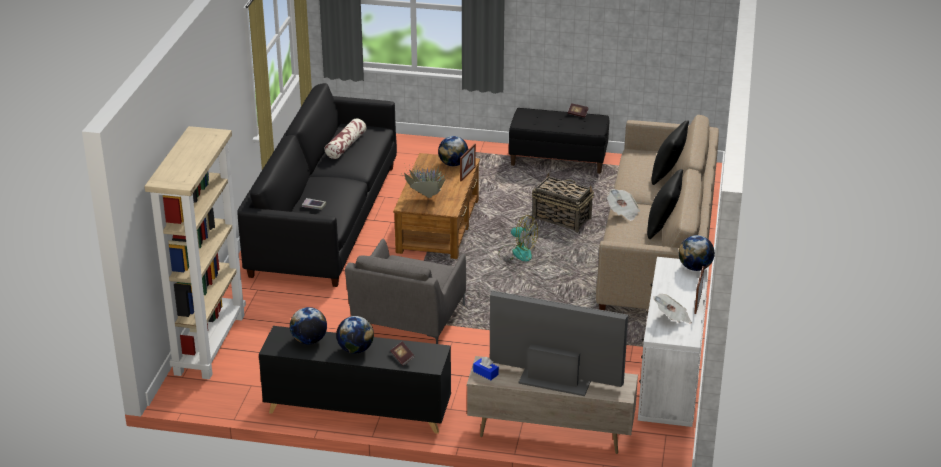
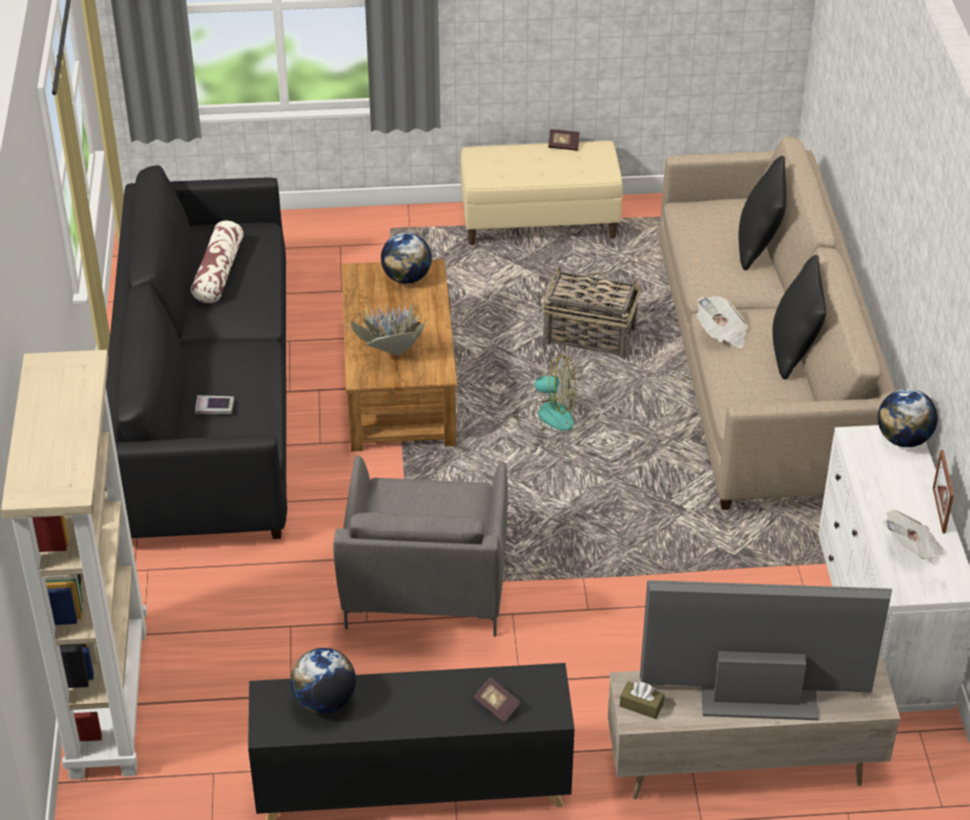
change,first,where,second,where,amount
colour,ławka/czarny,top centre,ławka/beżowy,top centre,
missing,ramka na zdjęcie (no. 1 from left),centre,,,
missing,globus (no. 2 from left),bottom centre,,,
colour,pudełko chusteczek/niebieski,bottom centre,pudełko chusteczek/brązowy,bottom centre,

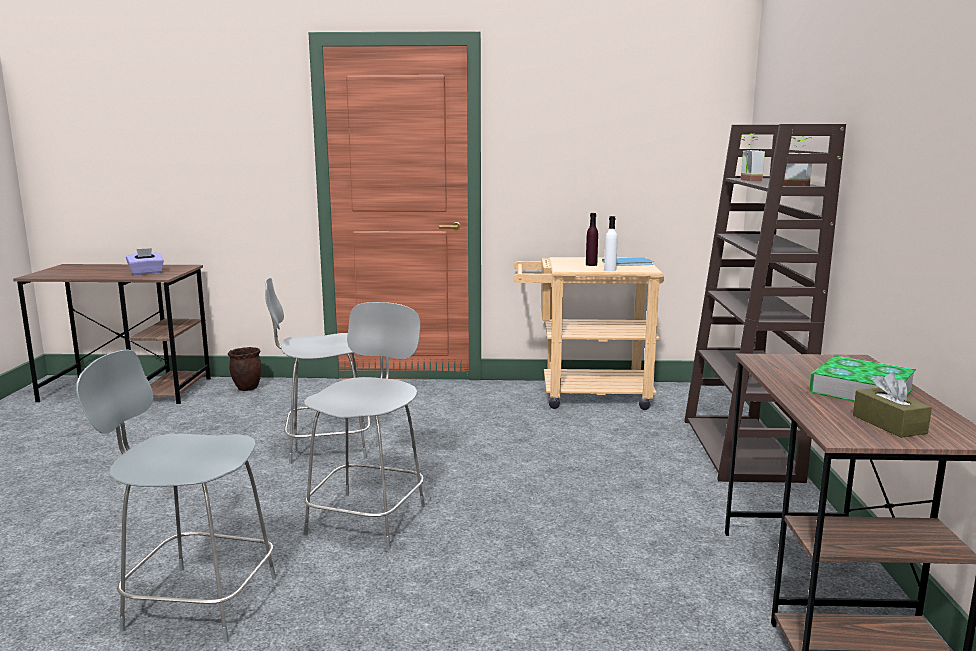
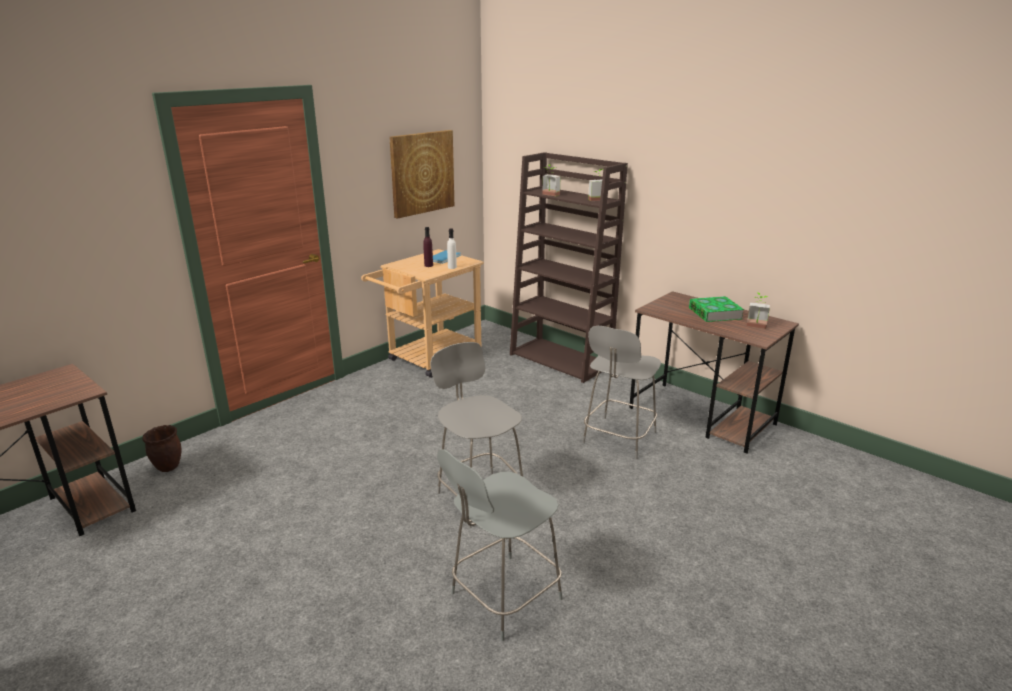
change,first,where,second,where,amount
missing,pudełko chusteczek/fioletowy,middle left,,,
relocated,krzesło/szary (no. 2 from left in the first image),middle left,krzesło/szary (no. 3 from left),centre,
exchanged,pudełko chusteczek/brązowy,middle right,roślina doniczkowa (no. 3 from left),middle right,
appeared,,,obraz,top centre,

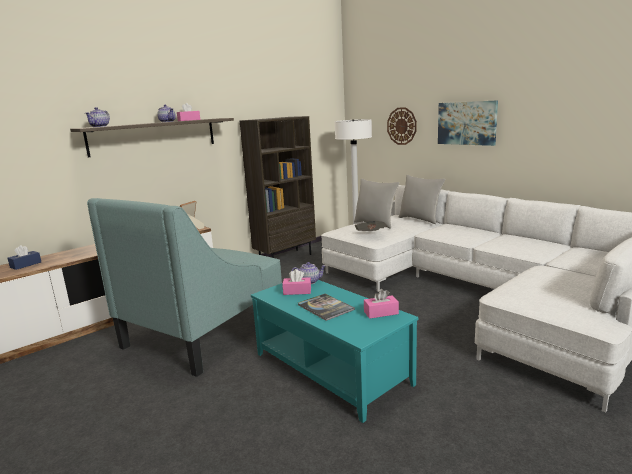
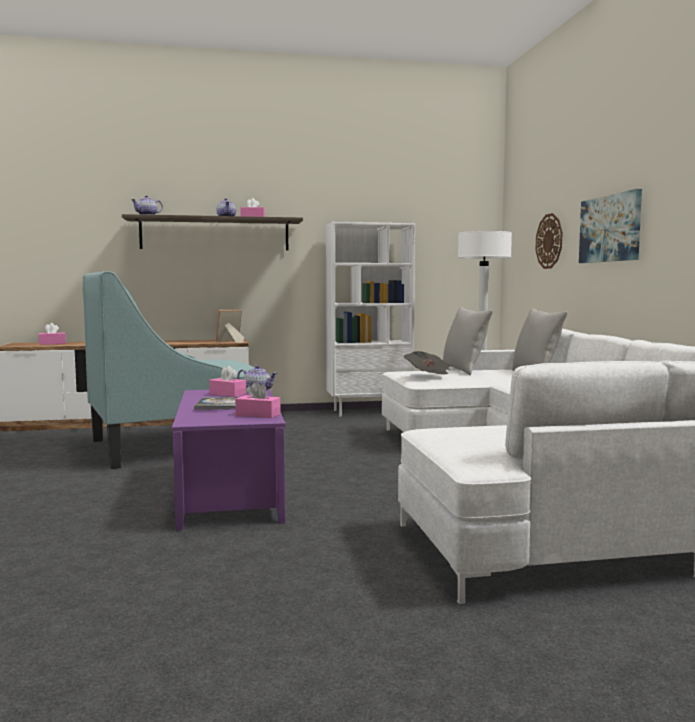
change,first,where,second,where,amount
colour,regał/brązowy,centre,regał/biały,centre,
colour,pudełko chusteczek/niebieski,middle left,pudełko chusteczek/różowy (no. 1 from left),middle left,
colour,ława/turkusowy,bottom centre,ława/fioletowy,middle left,

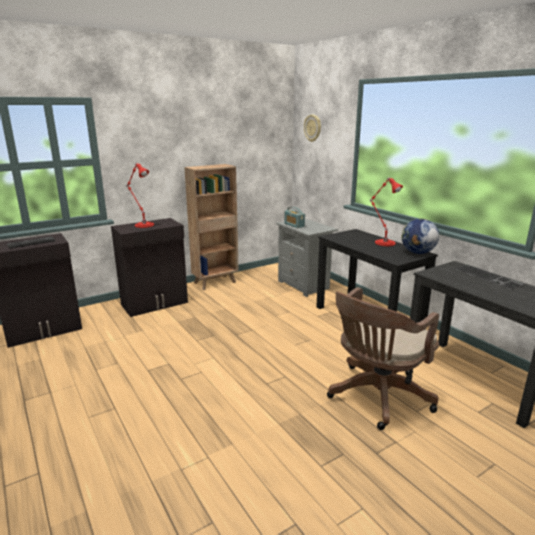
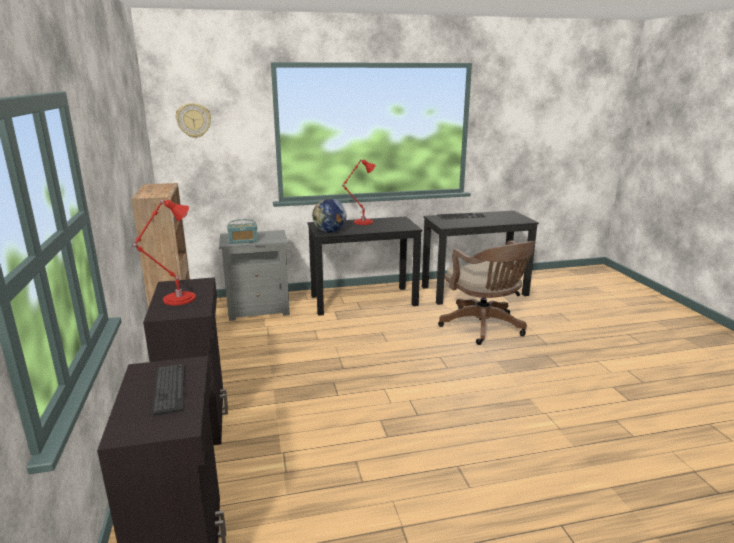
change,first,where,second,where,amount
relocated,globus,middle right,,centre,

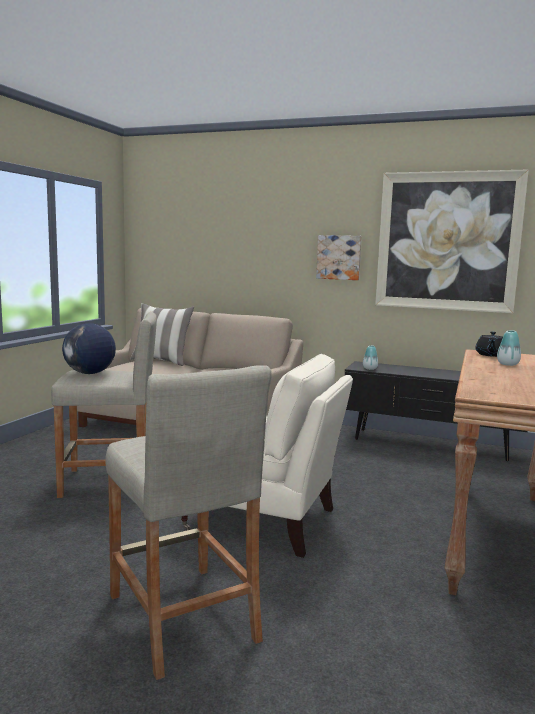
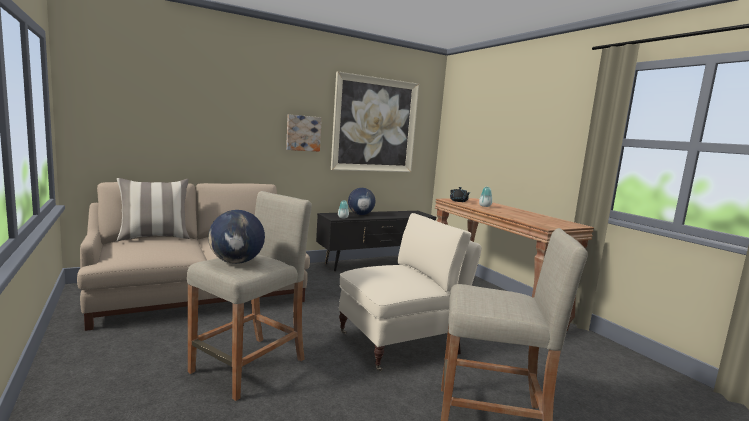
change,first,where,second,where,amount
appeared,,,globus (no. 2 from left),centre,

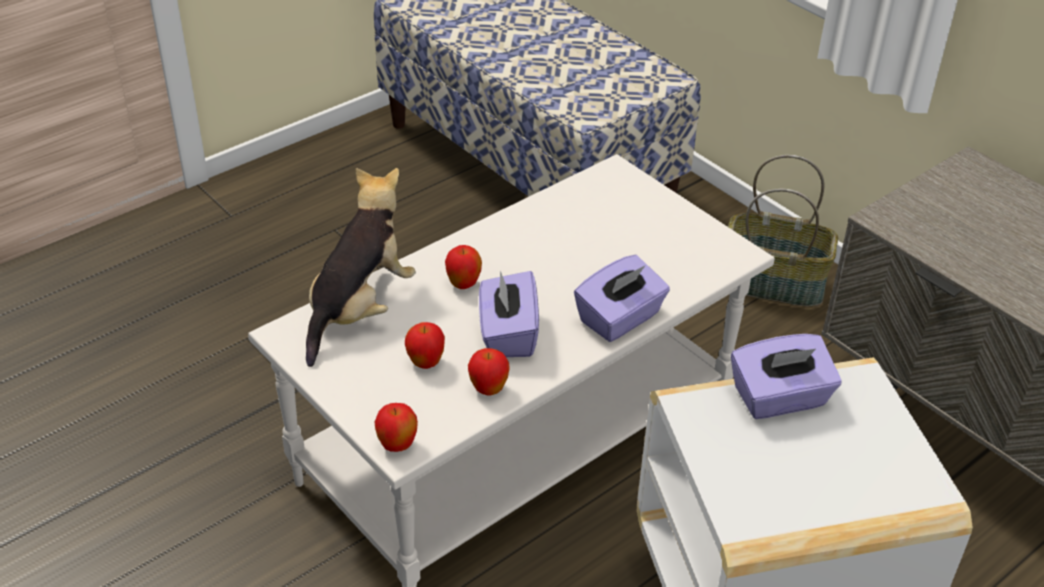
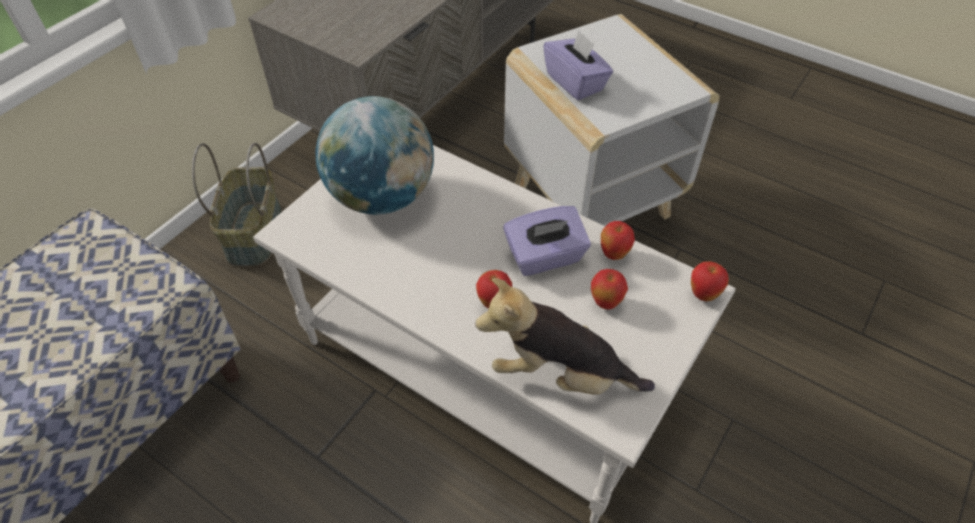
change,first,where,second,where,amount
missing,pudełko chusteczek/fioletowy (no. 2 from left),centre,,,
appeared,,,globus,top centre,

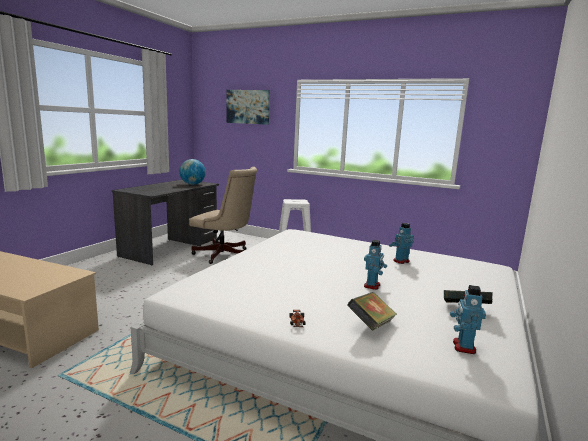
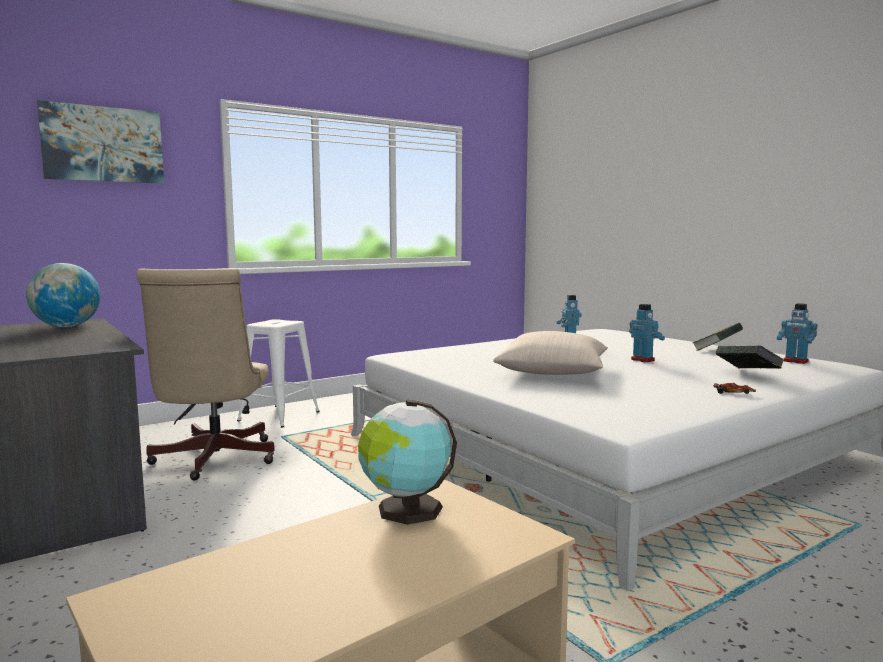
change,first,where,second,where,amount
spun,krzesło biurowe/beżowy,centre,,middle left,120 degrees clockwise
appeared,,,poduszka/beżowy,centre,
appeared,,,globus (no. 2 from left),bottom centre,

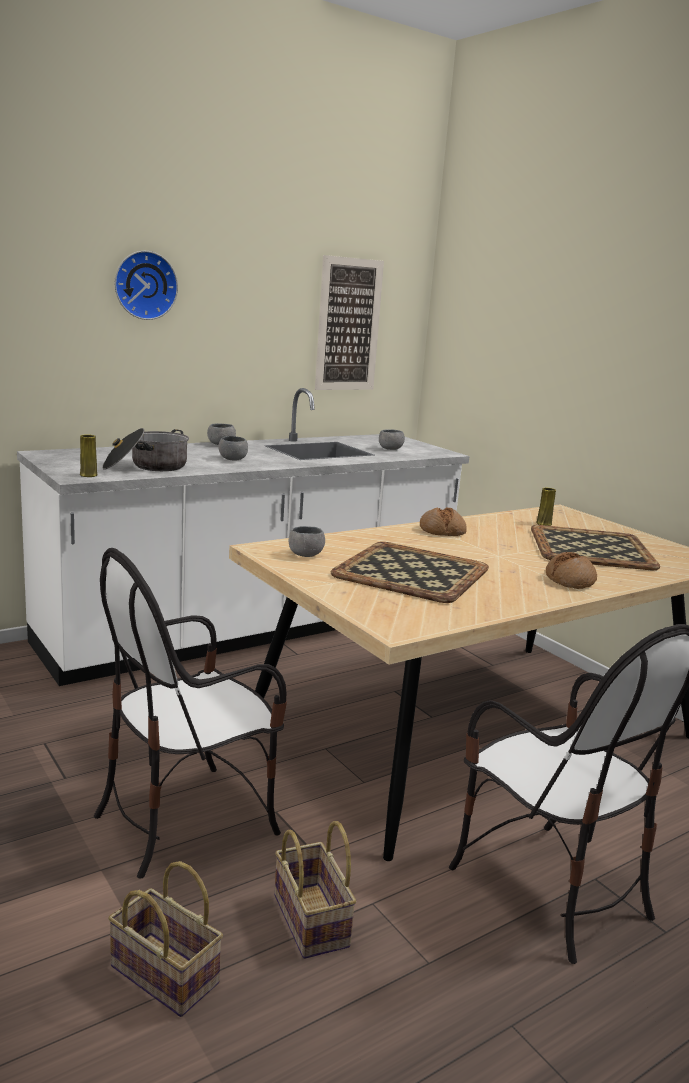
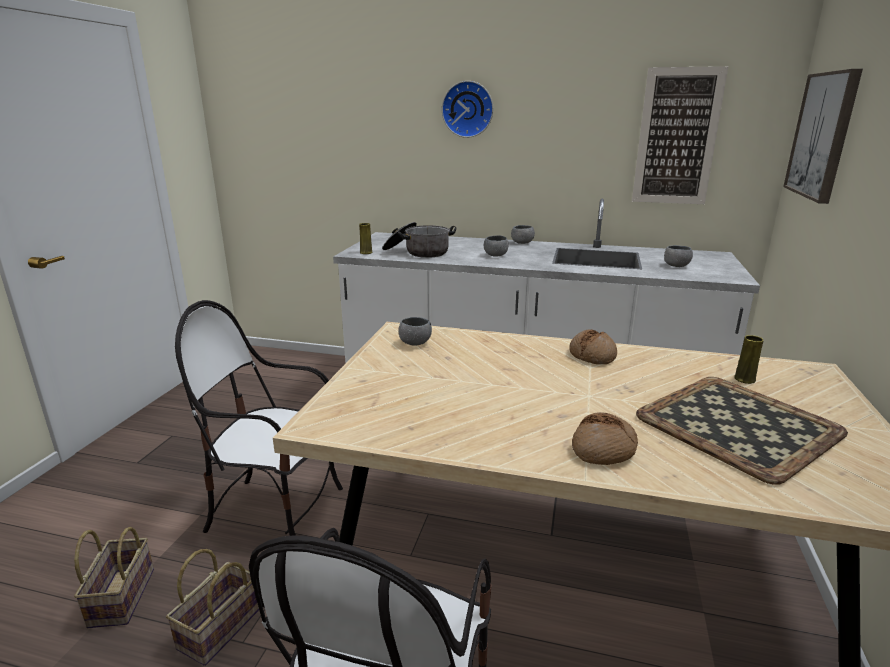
change,first,where,second,where,amount
missing,taca (no. 1 from left),centre,,,
appeared,,,obraz (no. 2 from left),top right,

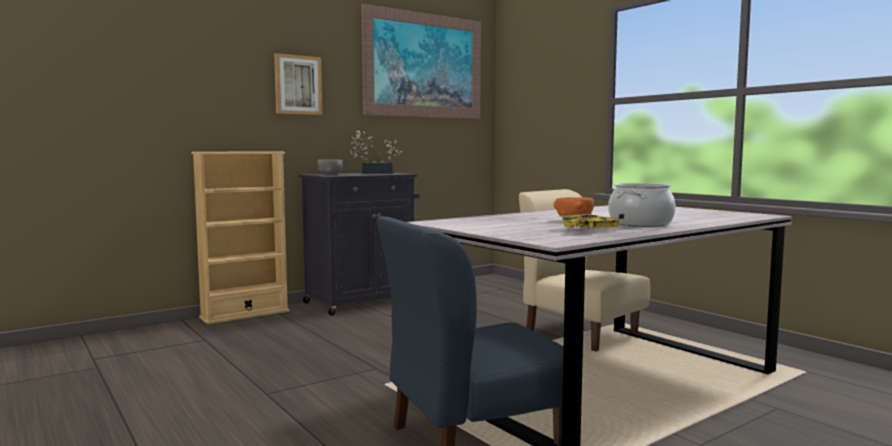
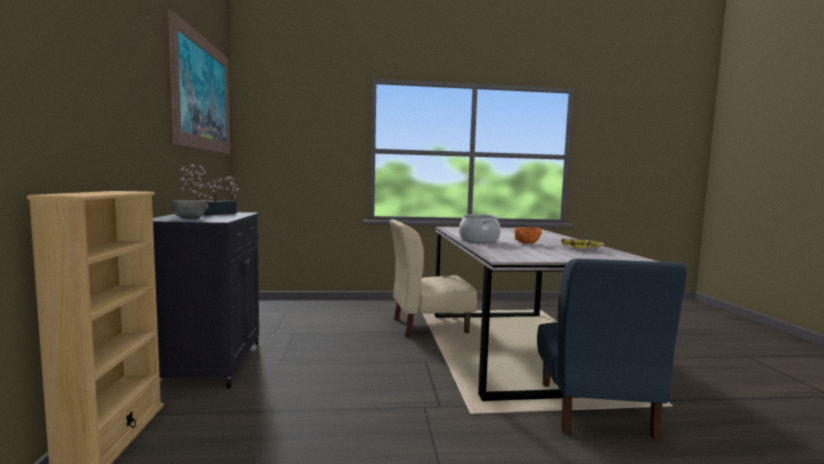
change,first,where,second,where,amount
missing,obraz (no. 1 from left),top centre,,,
relocated,garnek,middle right,,centre,

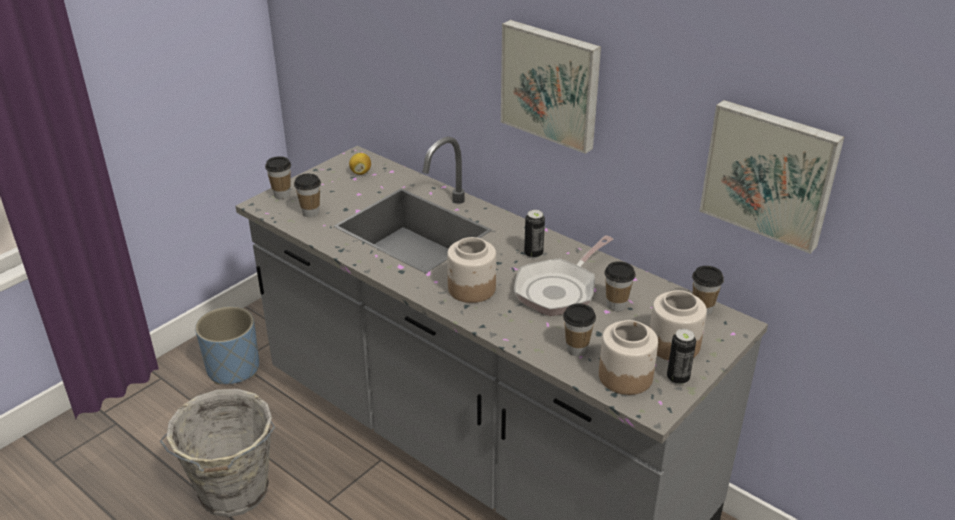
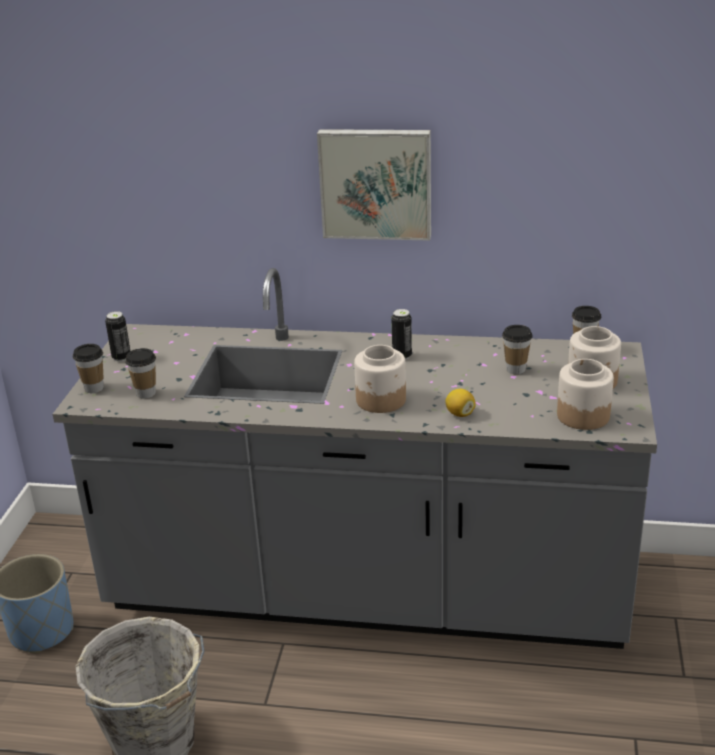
change,first,where,second,where,amount
missing,obraz (no. 2 from left),middle right,,,
relocated,cytryna,top centre,,centre,
missing,patelnia,centre,,,
missing,filiżanka (no. 3 from left),centre,,,
relocated,puszka (no. 2 from left in the first image),bottom right,puszka (no. 1 from left),middle left,

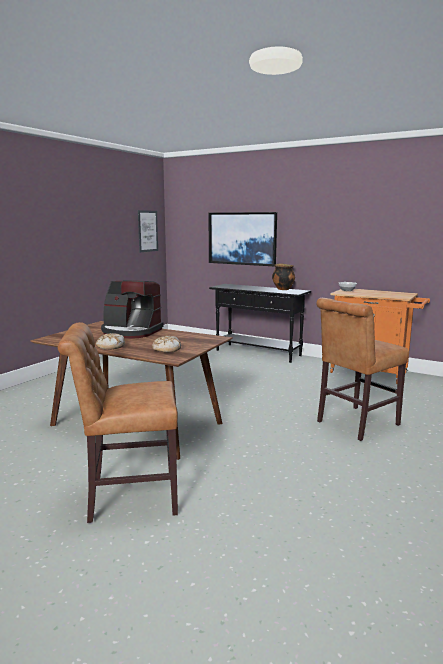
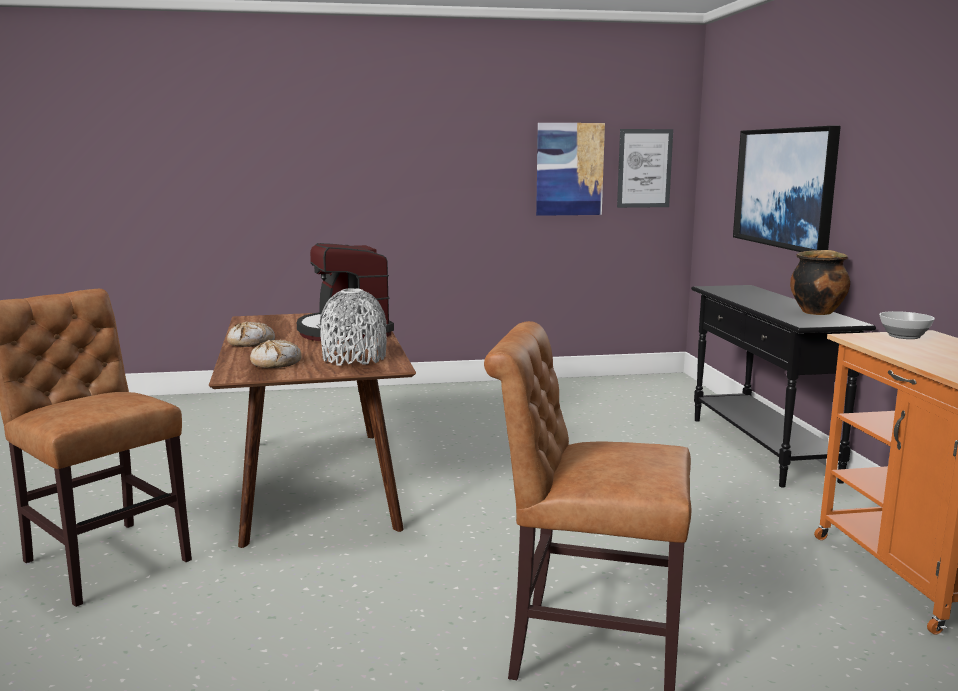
change,first,where,second,where,amount
appeared,,,obraz (no. 1 from left),top centre,
appeared,,,wazon/szary,centre,

